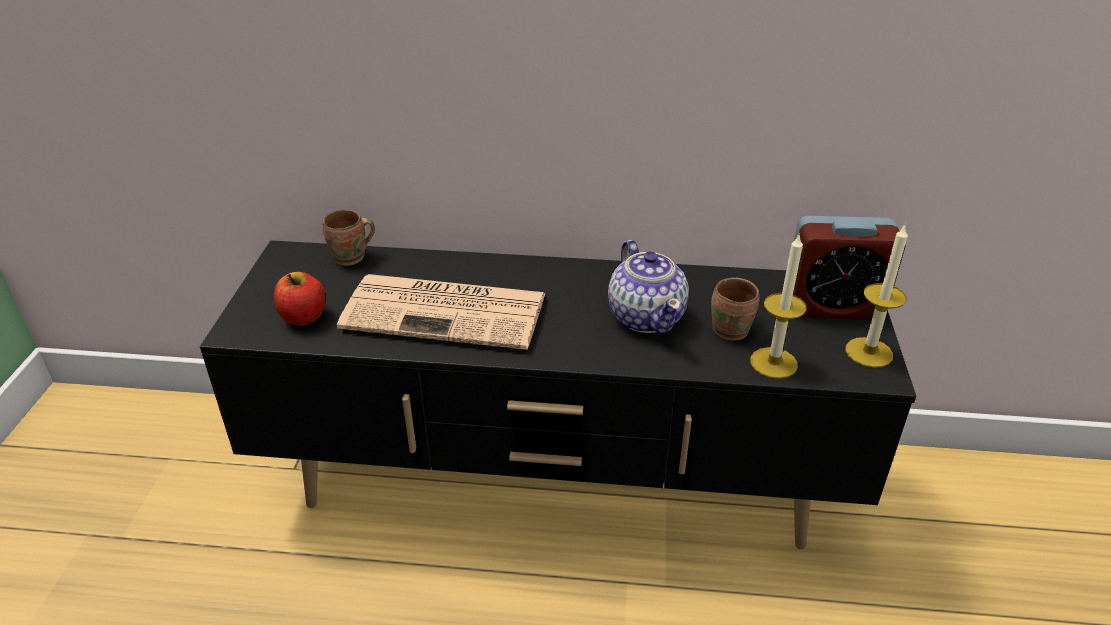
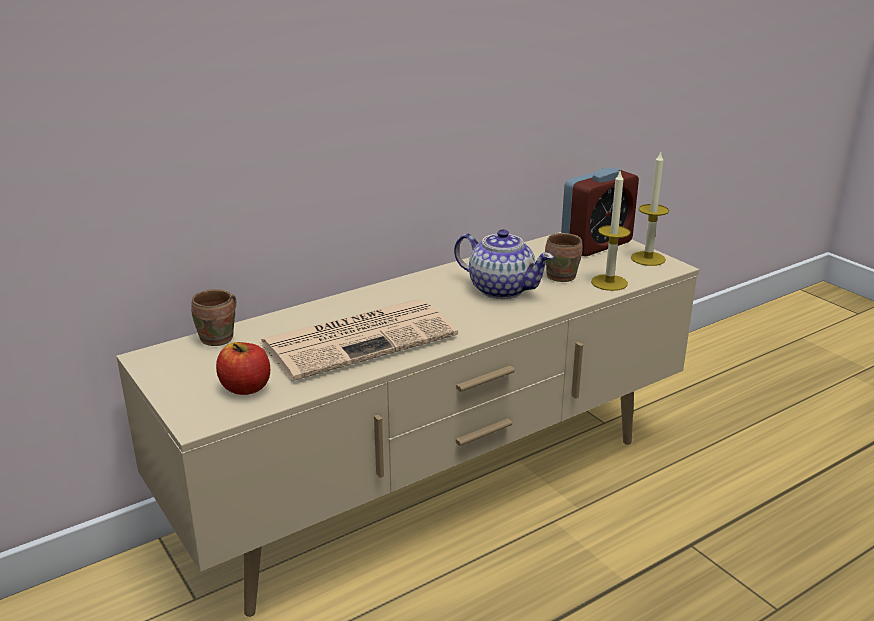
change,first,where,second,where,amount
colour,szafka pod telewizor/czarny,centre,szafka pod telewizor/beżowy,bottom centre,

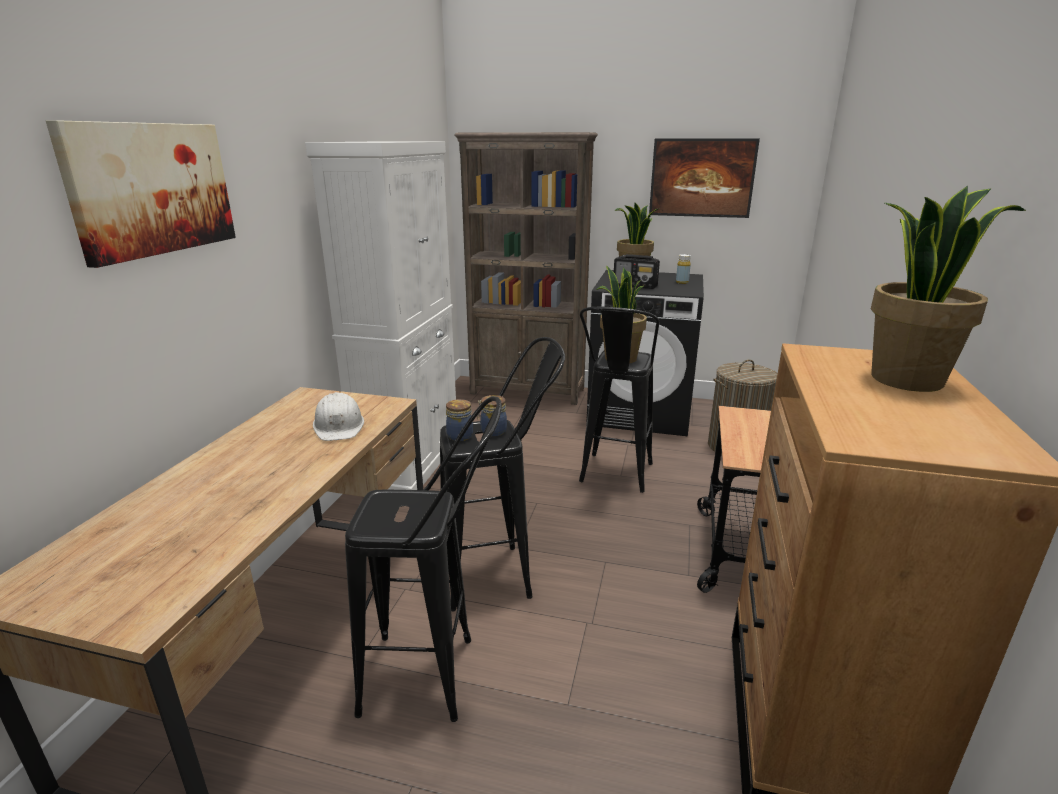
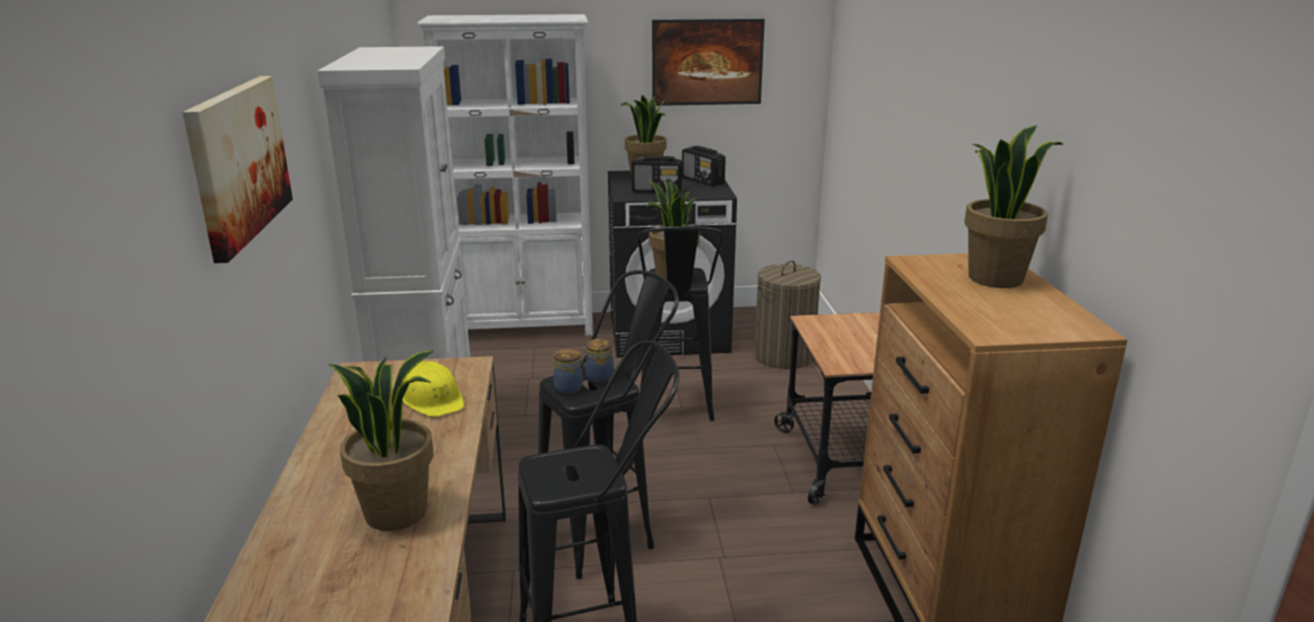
change,first,where,second,where,amount
colour,regał/brązowy,centre,regał/biały,top centre,
exchanged,butelka/żółty,centre,radio (no. 2 from left),top centre,
colour,kask/biały,middle left,kask/żółty,middle left,
appeared,,,roślina doniczkowa (no. 1 from left),bottom left,

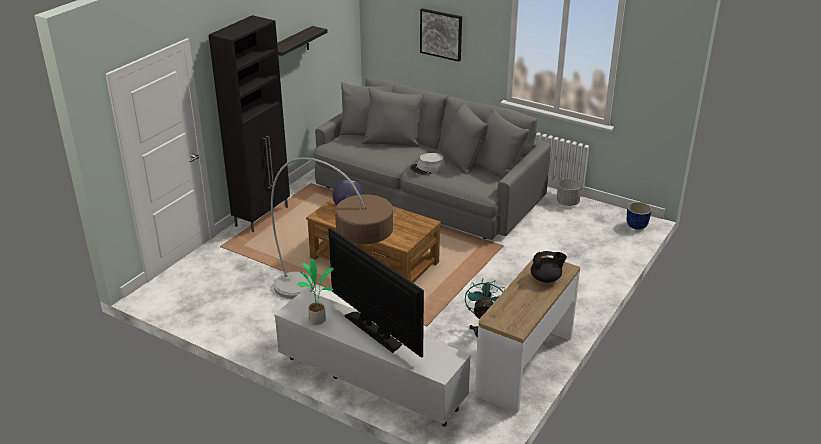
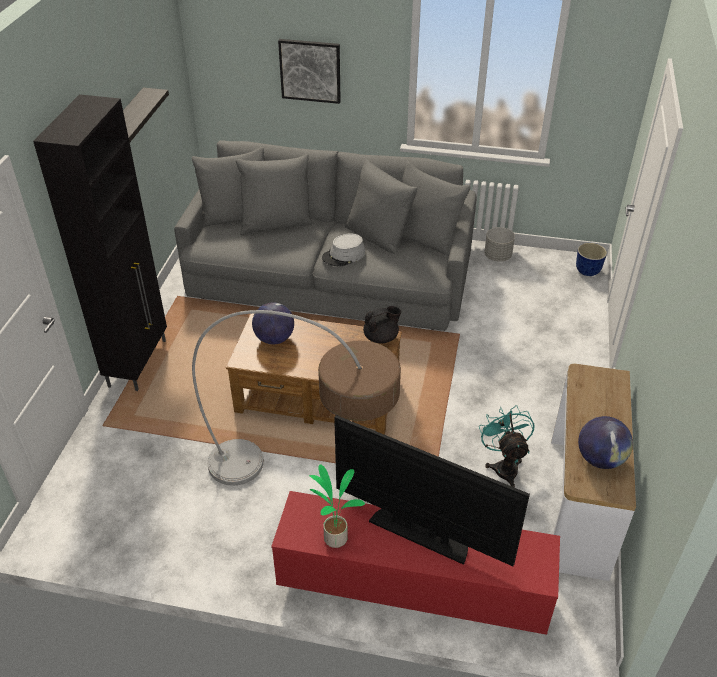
change,first,where,second,where,amount
relocated,imbryk/czarny,middle right,,centre,
colour,szafka pod telewizor/biały,bottom centre,szafka pod telewizor/czerwony,bottom centre,
appeared,,,globus (no. 2 from left),middle right,

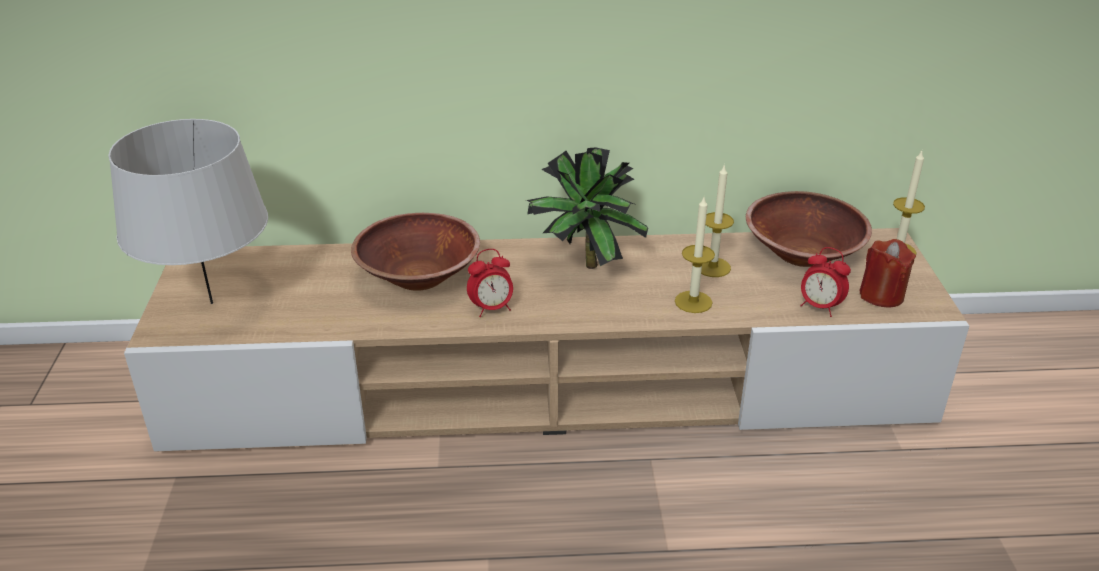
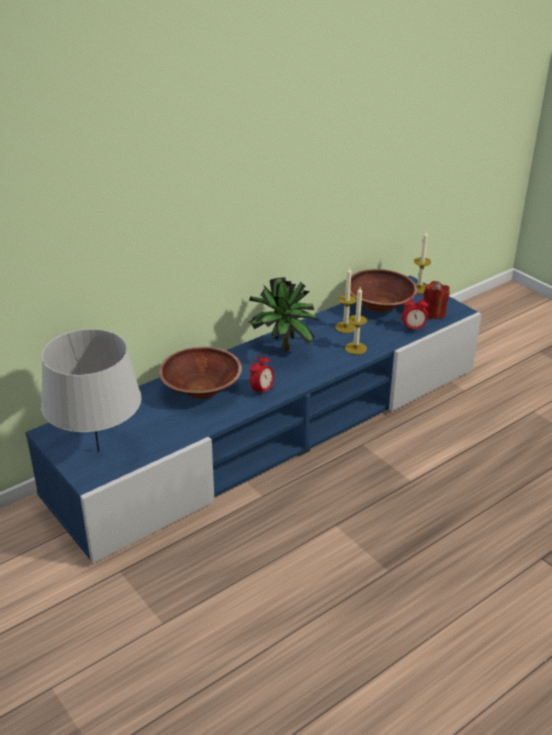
change,first,where,second,where,amount
colour,szafka pod telewizor/beżowy,centre,szafka pod telewizor/niebieski,centre,

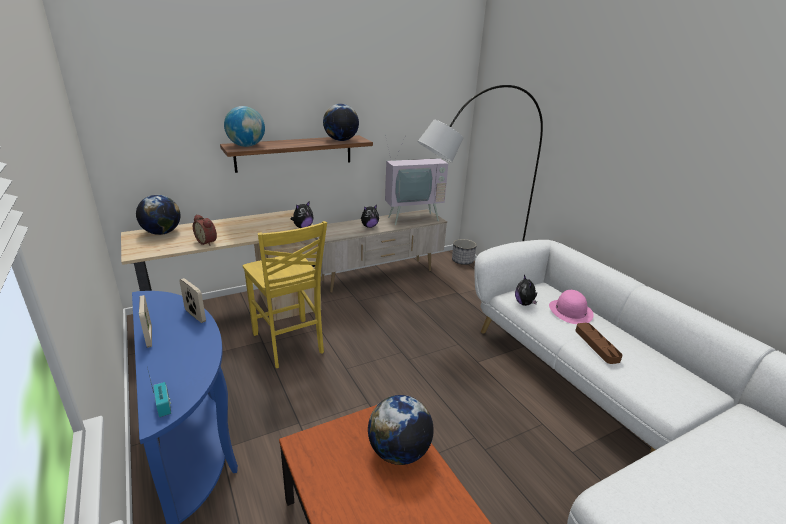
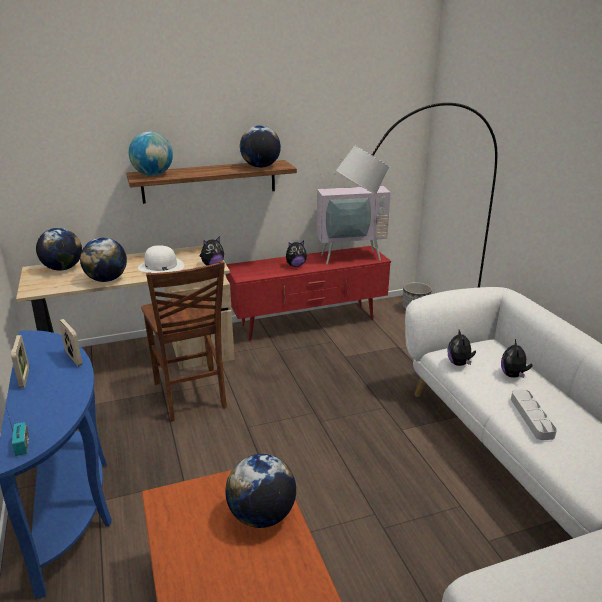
change,first,where,second,where,amount
colour,szafka pod telewizor/beżowy,centre,szafka pod telewizor/czerwony,centre,
exchanged,budzik,middle left,globus (no. 2 from left),middle left,
colour,krzesło/żółty,centre,krzesło/brązowy,middle left,
exchanged,kapelusz/różowy,middle right,pluszak (no. 4 from left),middle right,
colour,taca/brązowy,middle right,taca/szary,bottom right,
appeared,,,kapelusz/biały,middle left,

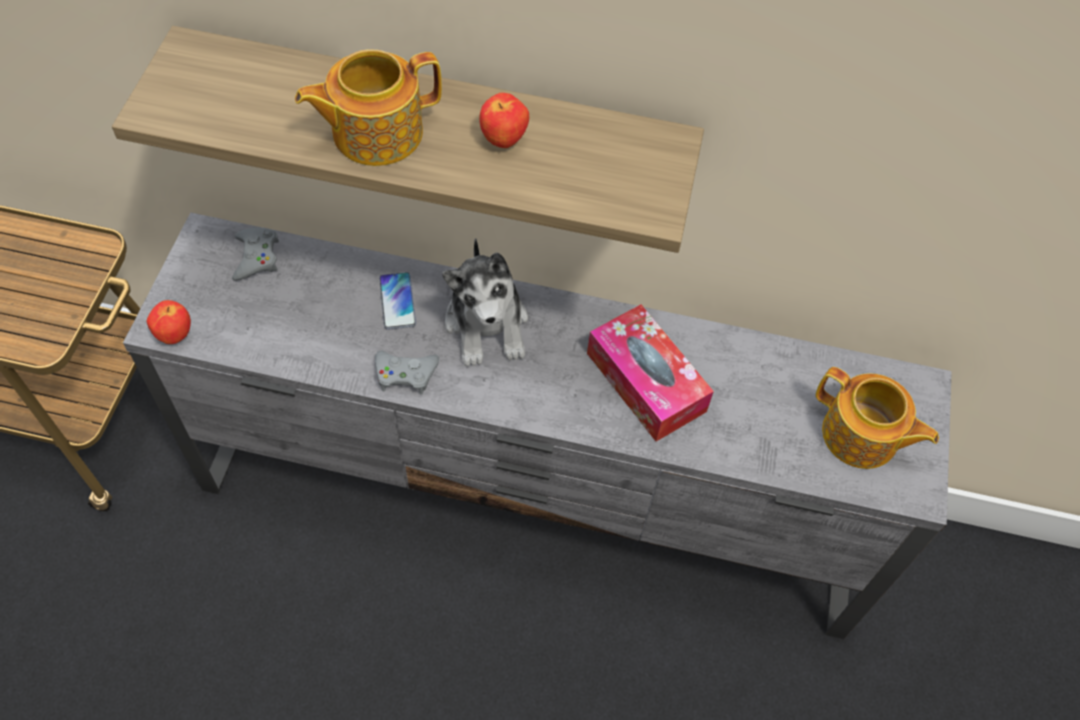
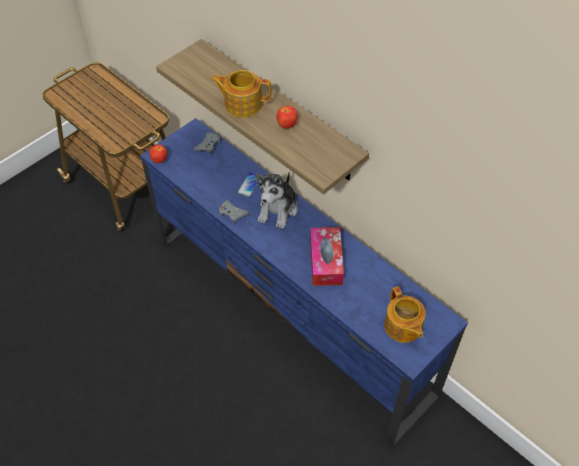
change,first,where,second,where,amount
colour,szafka pod telewizor/szary,centre,szafka pod telewizor/niebieski,centre,

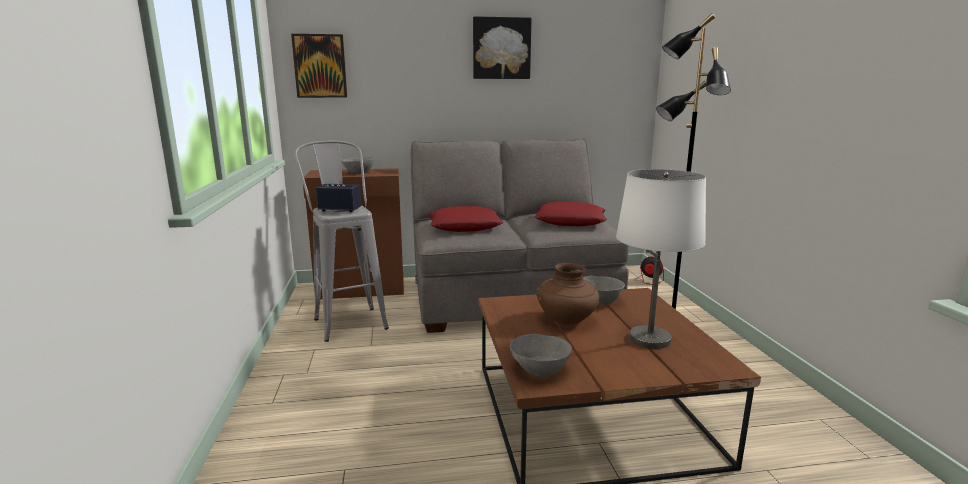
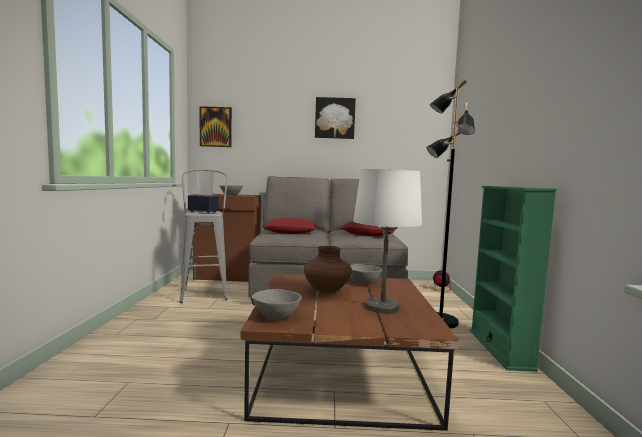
change,first,where,second,where,amount
appeared,,,regał/zielony,middle right,

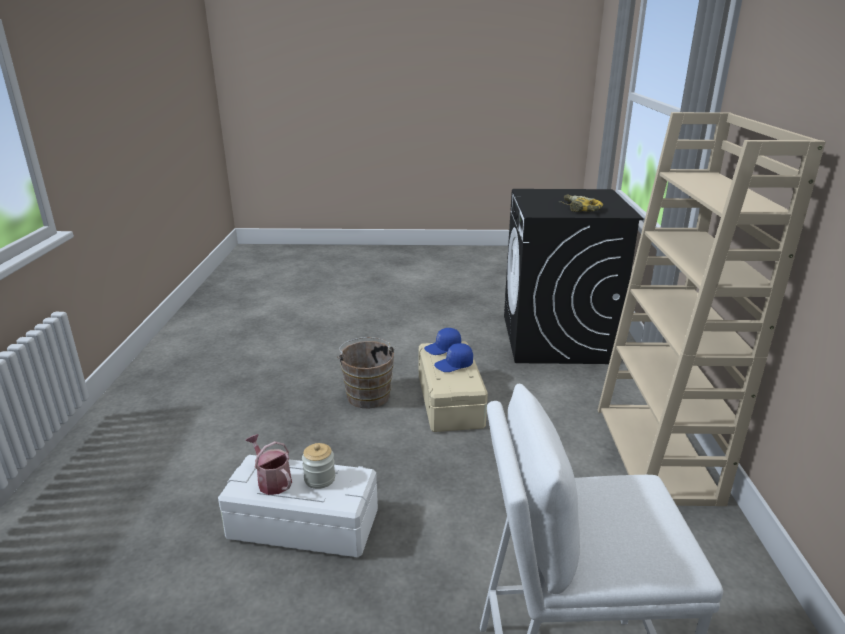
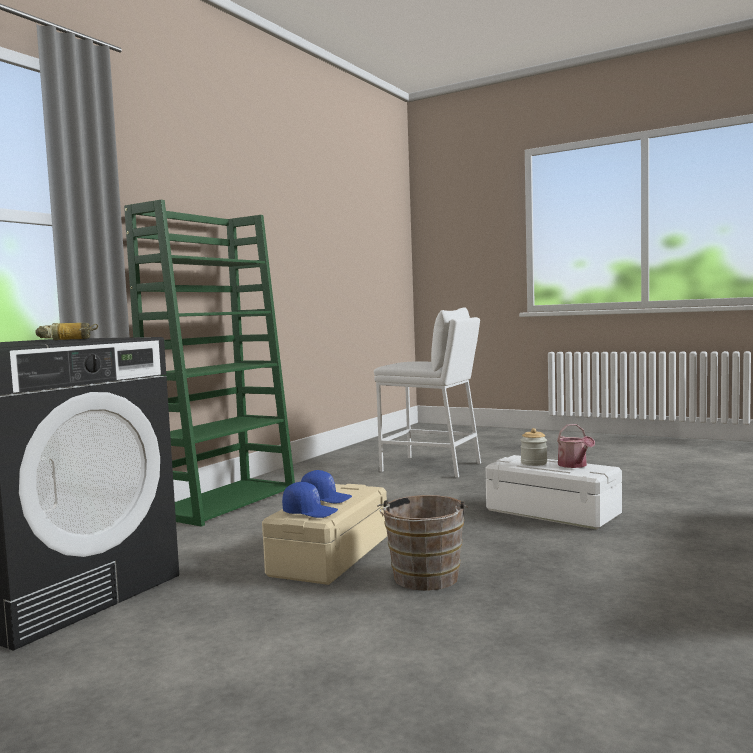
change,first,where,second,where,amount
colour,regał/beżowy,middle right,regał/zielony,middle left,

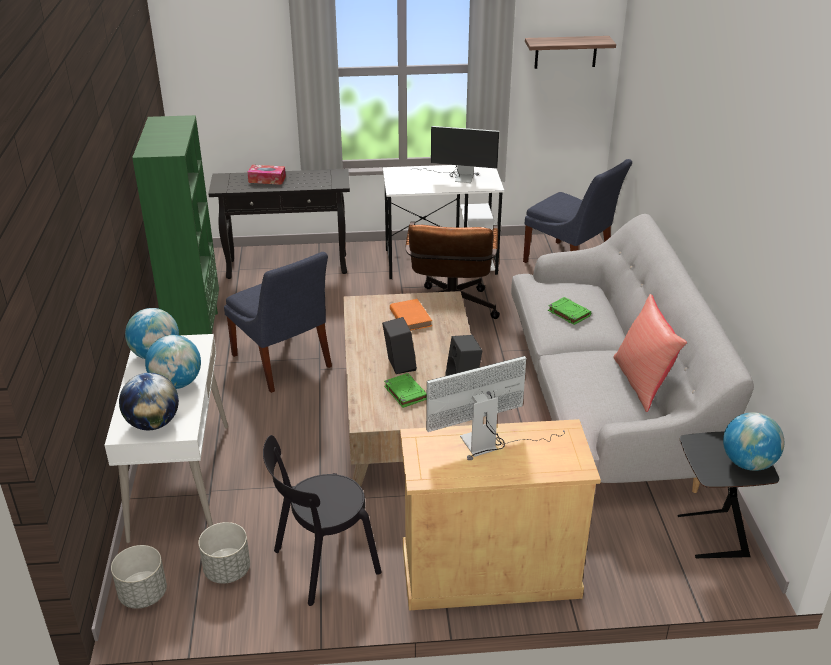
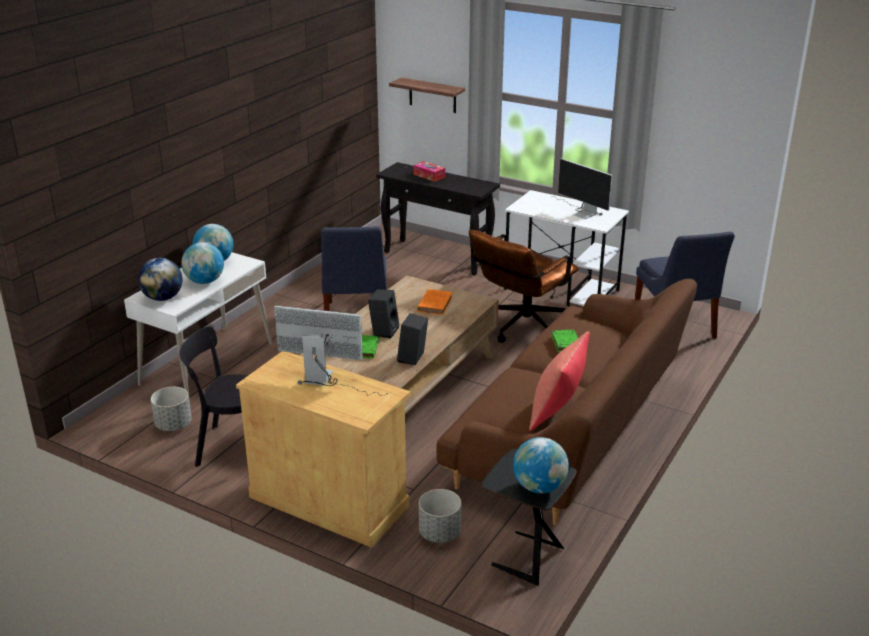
change,first,where,second,where,amount
relocated,półka,top right,,top centre,
missing,regał/zielony,middle left,,,
colour,kanapa/szary,middle right,kanapa/brązowy,centre,
relocated,donica/szary (no. 1 from left in the first image),bottom left,donica/szary (no. 2 from left),bottom centre,

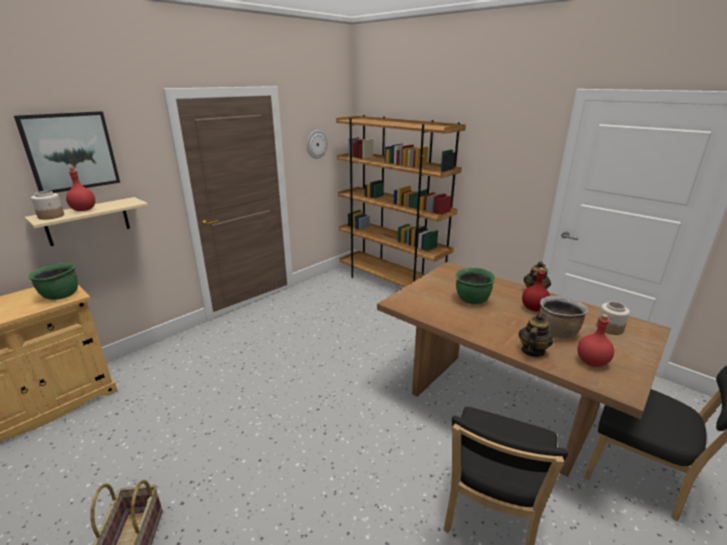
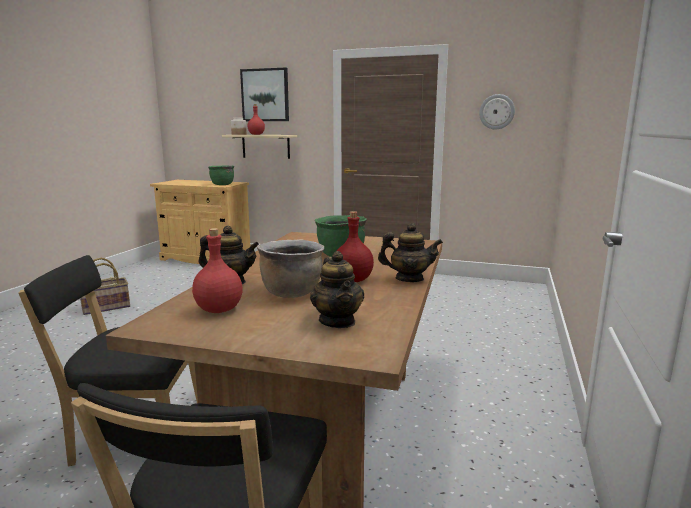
change,first,where,second,where,amount
missing,regał/brązowy,centre,,,
exchanged,słoik (no. 2 from left),middle right,imbryk (no. 2 from left),centre,

